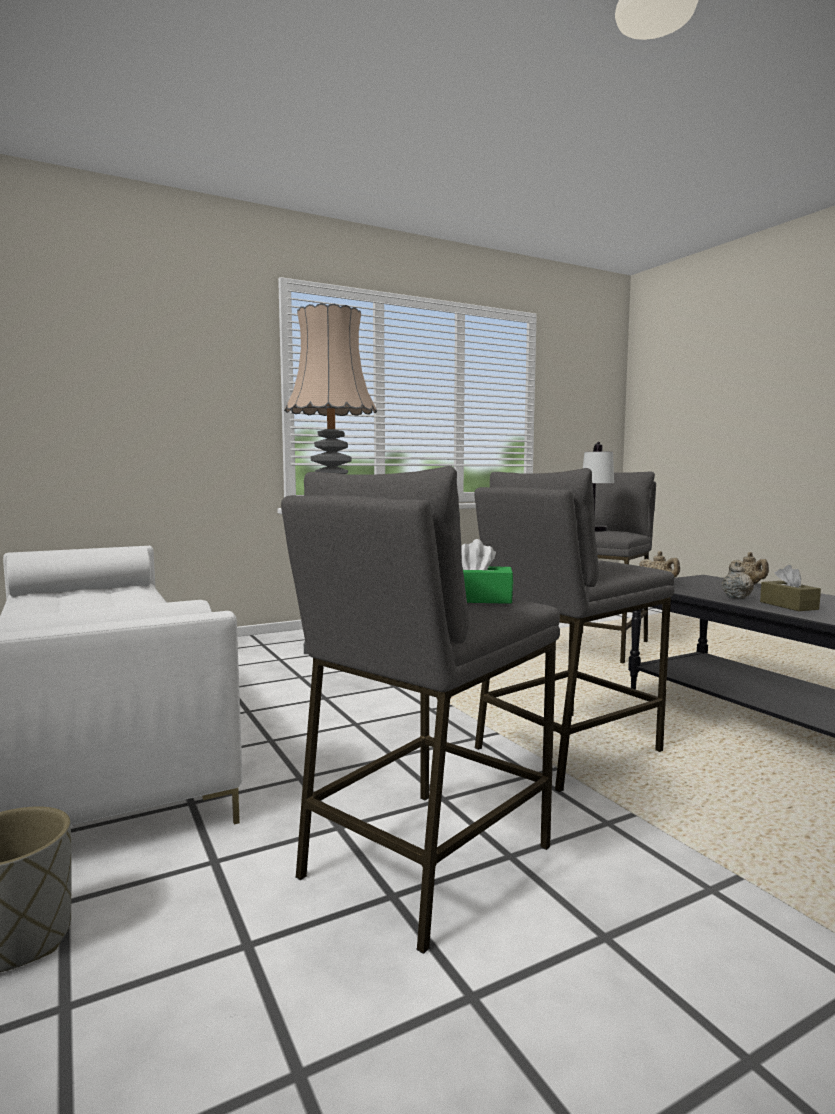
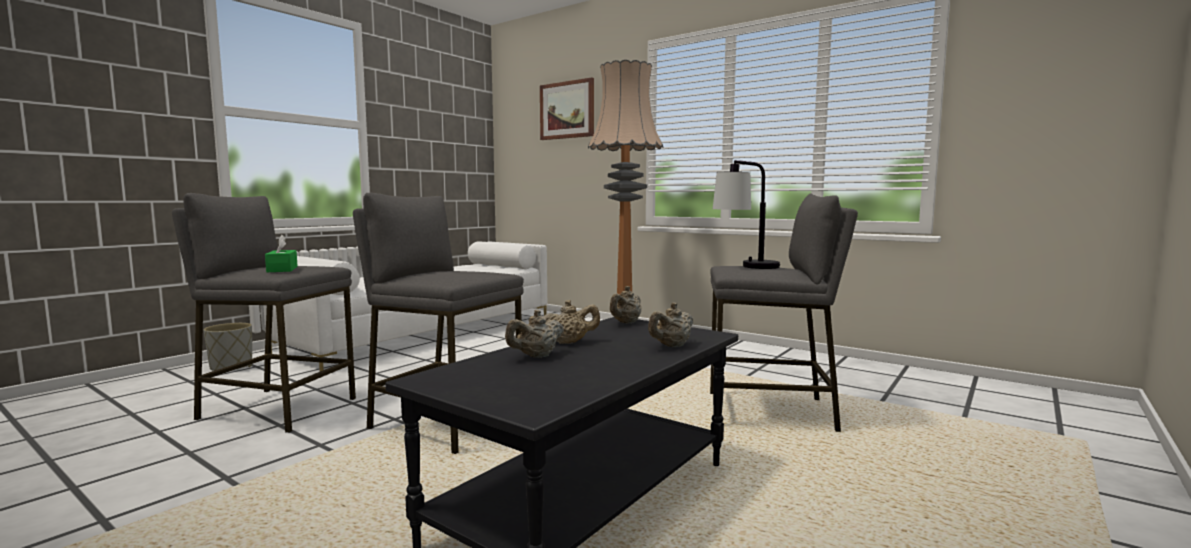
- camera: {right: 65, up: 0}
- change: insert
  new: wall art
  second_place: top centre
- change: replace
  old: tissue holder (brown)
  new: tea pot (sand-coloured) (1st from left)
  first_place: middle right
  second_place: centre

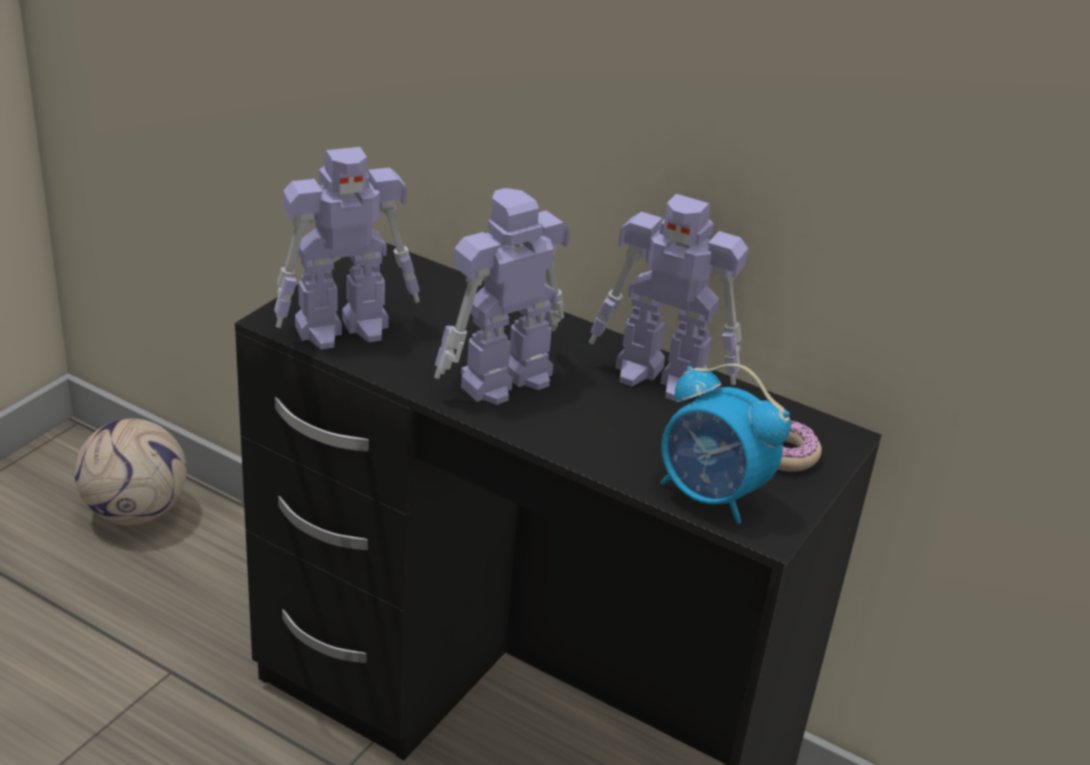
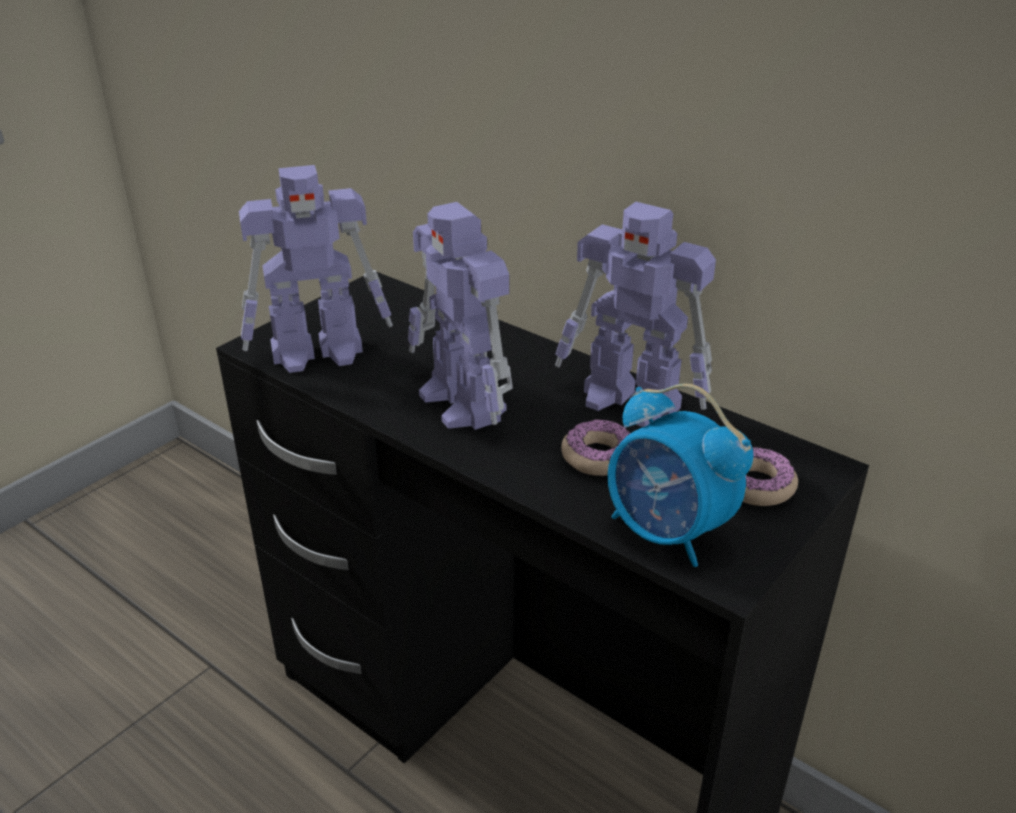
- camera: {right: 10, up: 0}
- change: delete
  old: football ball
  first_place: middle left
- change: insert
  new: doughnut (1st from left)
  second_place: centre
- change: rotate
  old: toy robot (2nd from left)
  first_place: centre
  second_place: centre
  degrees: -90

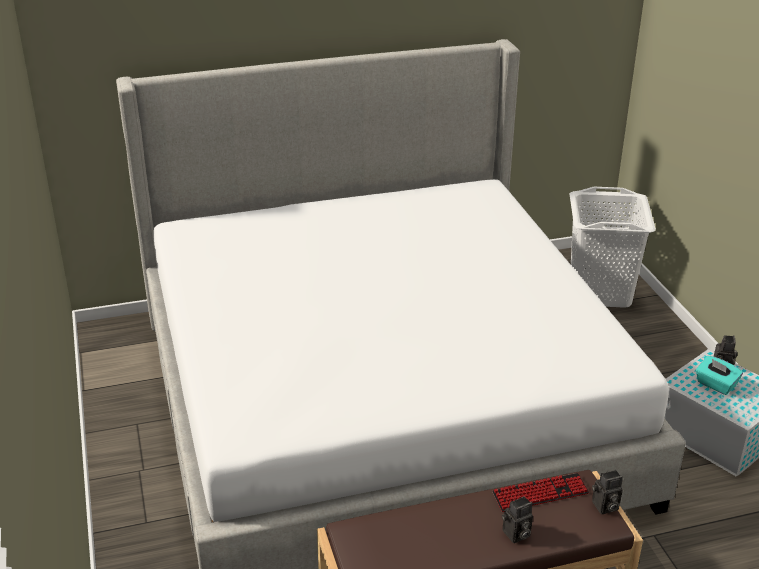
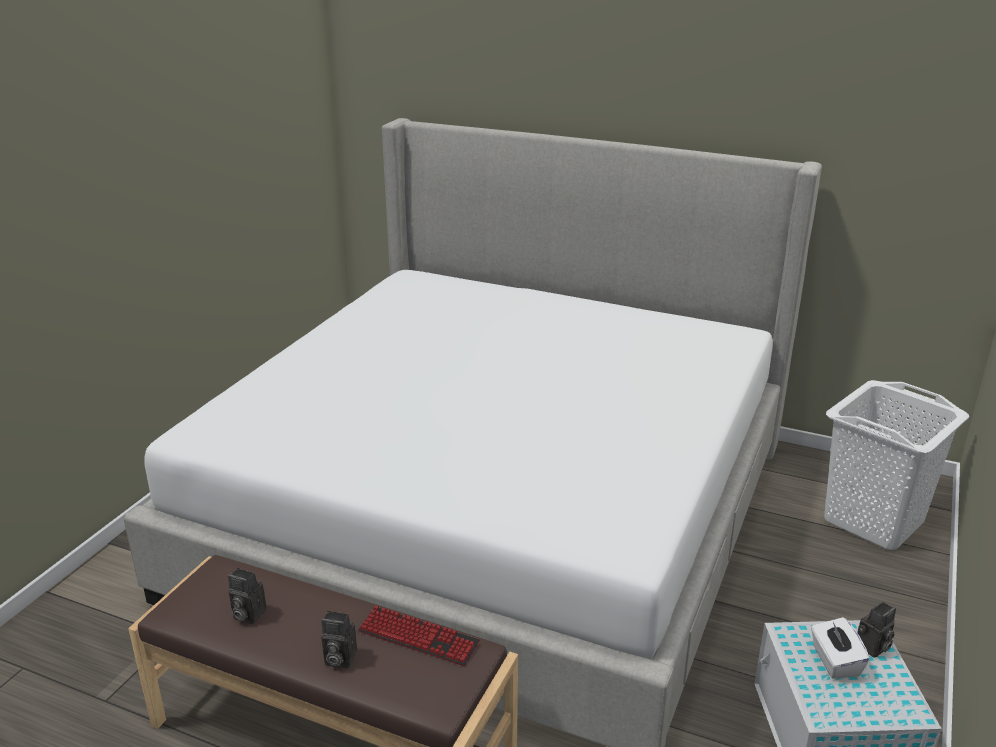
- camera: {right: 40, up: -5}
- change: move
  old: still camera (2nd from left in the first image)
  new: still camera (1st from left)
  first_place: bottom right
  second_place: bottom left
- change: recolor
  old: tissue holder (blue-green)
  new: tissue holder (whitish)
  first_place: middle right
  second_place: bottom right

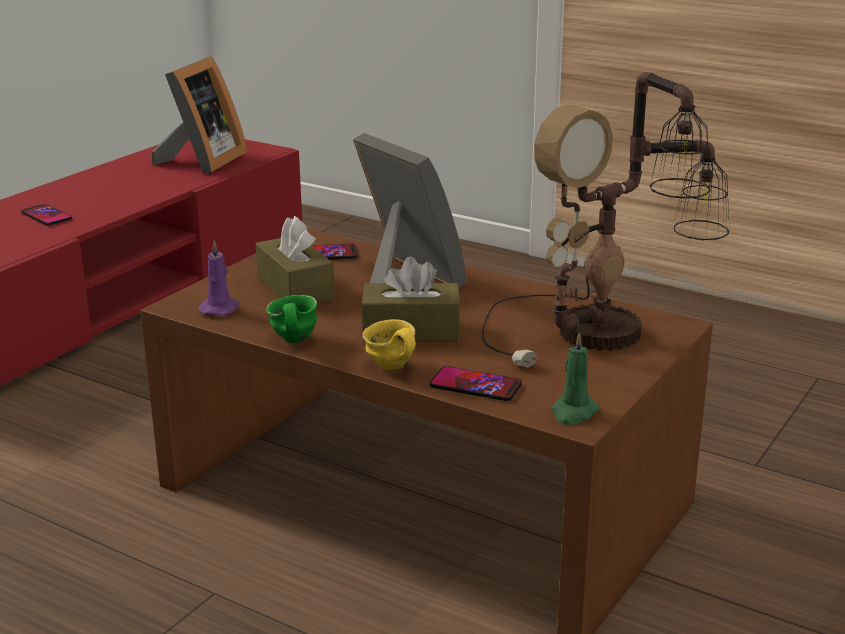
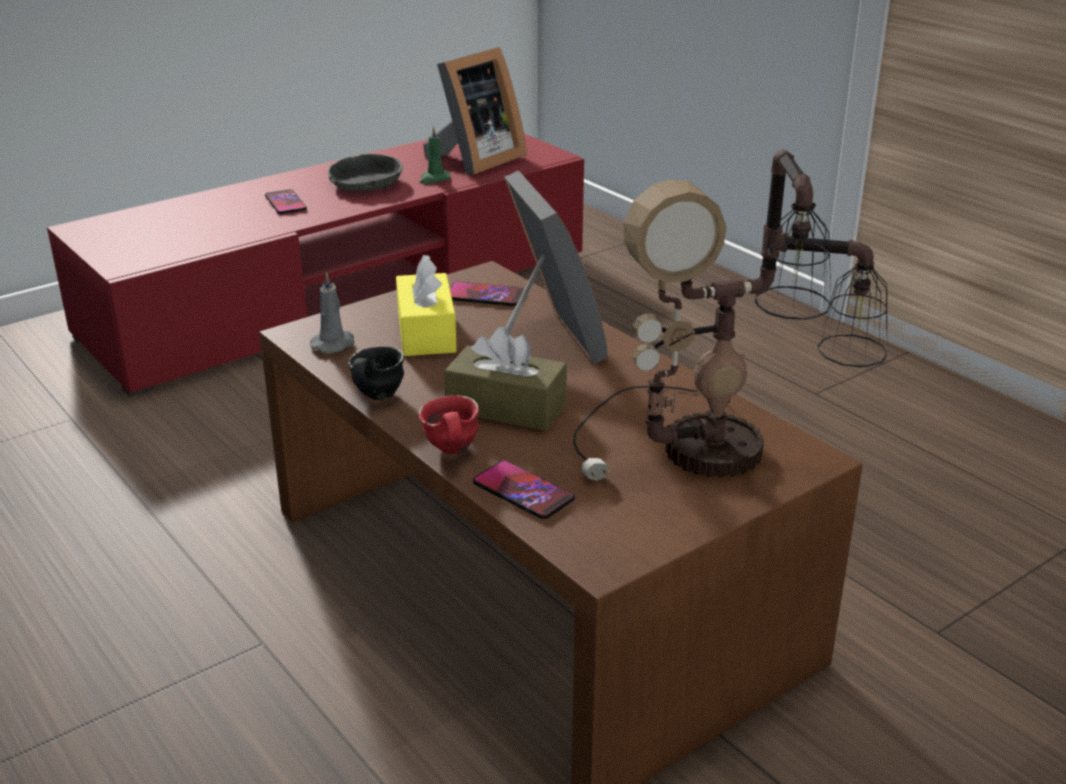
- camera: {right: 20, up: 5}
- change: insert
  new: serving bowl (gray)
  second_place: top centre
- change: move
  old: wax candle (green)
  first_place: middle right
  second_place: top centre
- change: recolor
  old: wax candle (purplish)
  new: wax candle (gray)
  first_place: middle left
  second_place: middle left
- change: recolor
  old: tissue holder (brown) (1st from left)
  new: tissue holder (yellowish)
  first_place: centre
  second_place: centre
- change: recolor
  old: mug (green)
  new: mug (blackish)
  first_place: centre
  second_place: centre
- change: recolor
  old: mug (yellowish)
  new: mug (red-coloured)
  first_place: centre
  second_place: centre

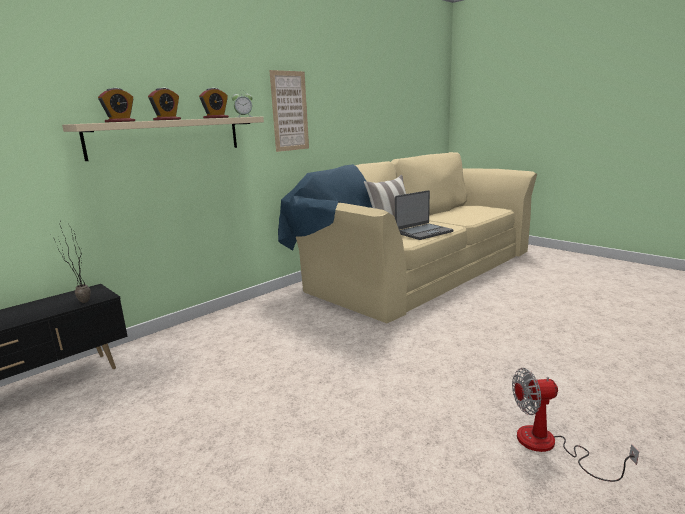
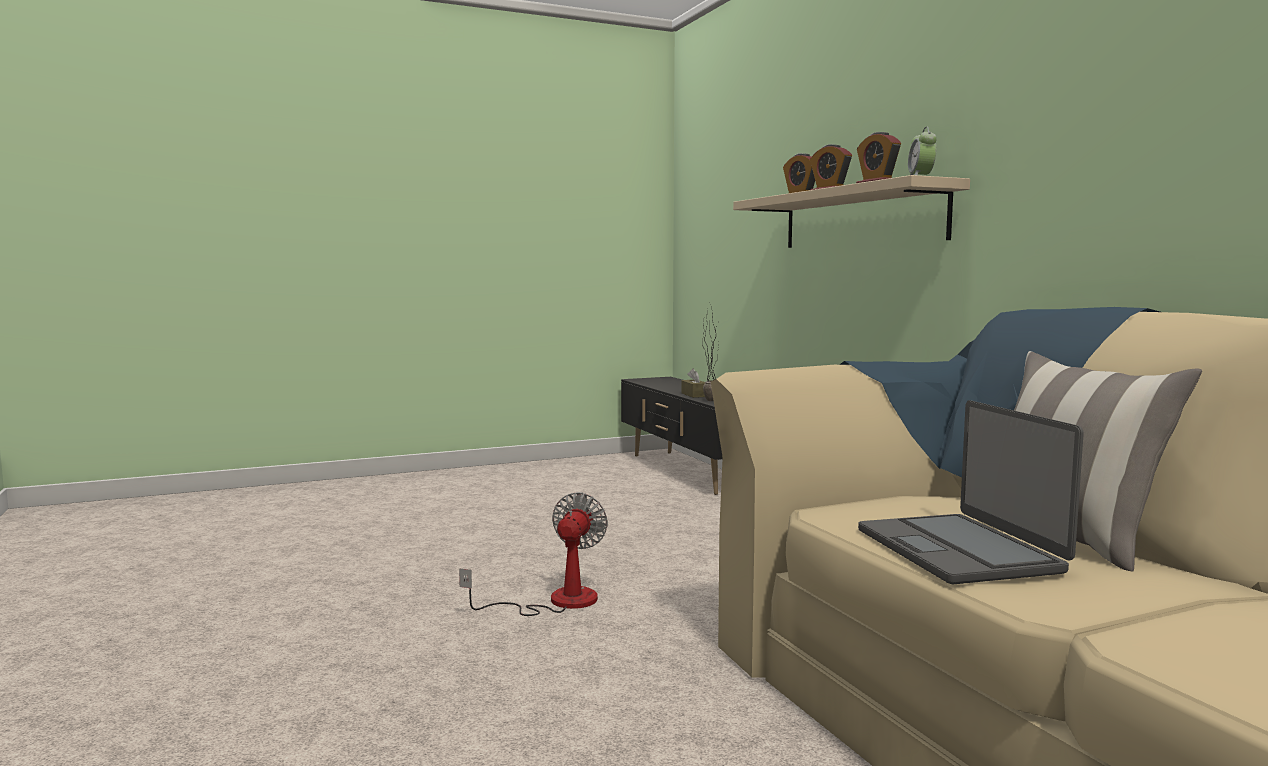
- camera: {right: 110, up: -10}
- change: delete
  old: wall art
  first_place: top centre
- change: insert
  new: tissue holder (brown)
  second_place: centre
- change: move
  old: electric fan
  first_place: bottom right
  second_place: bottom centre

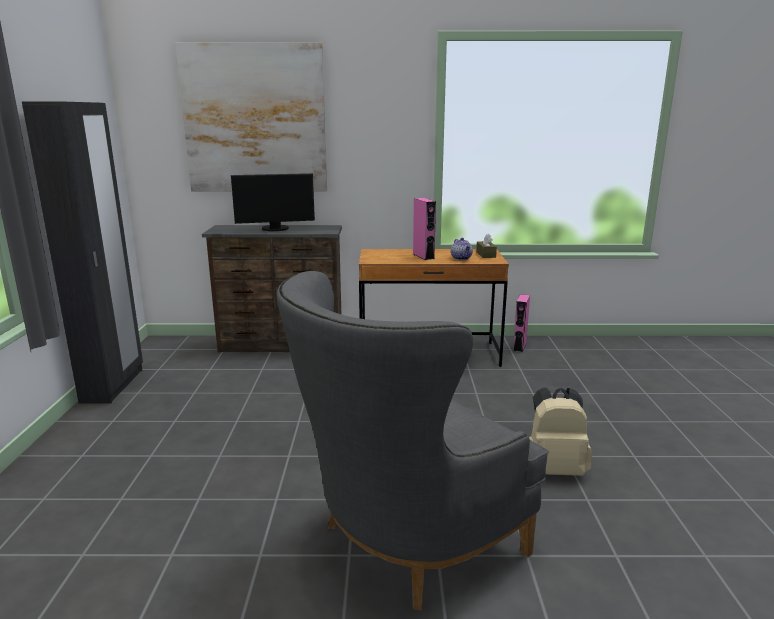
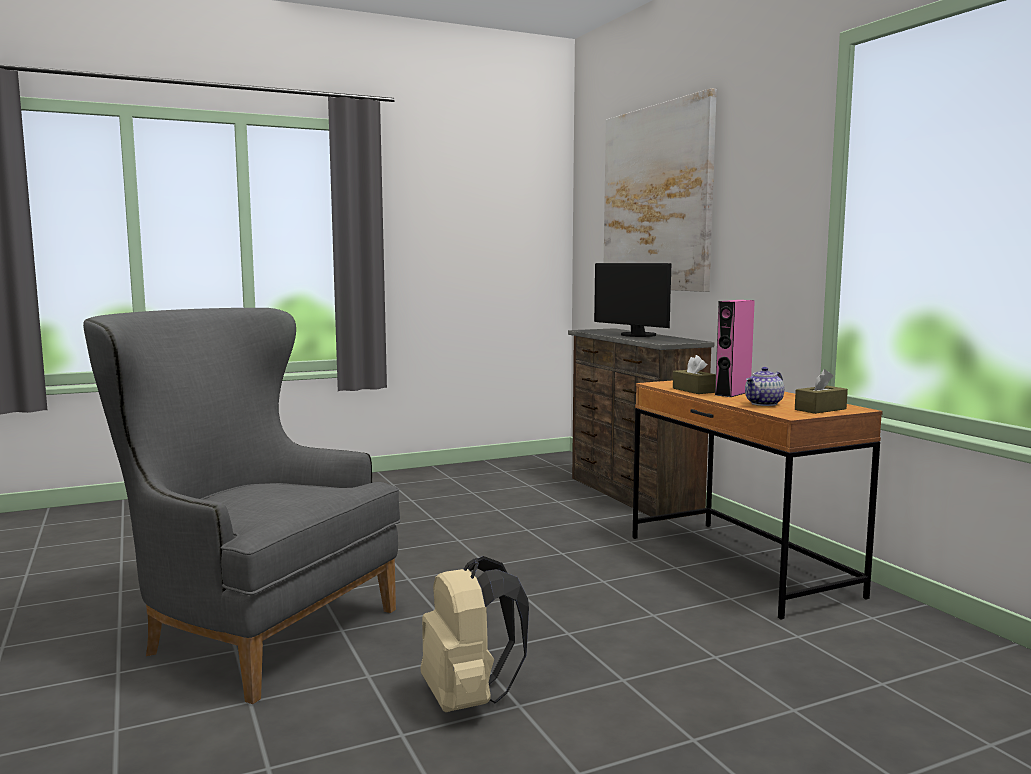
- camera: {right: 65, up: -10}
- change: delete
  old: clothes cupboard (blackish)
  first_place: middle left
- change: delete
  old: audio speaker (pink-coloured) (2nd from left)
  first_place: middle right
- change: insert
  new: tissue holder (brown) (1st from left)
  second_place: middle right

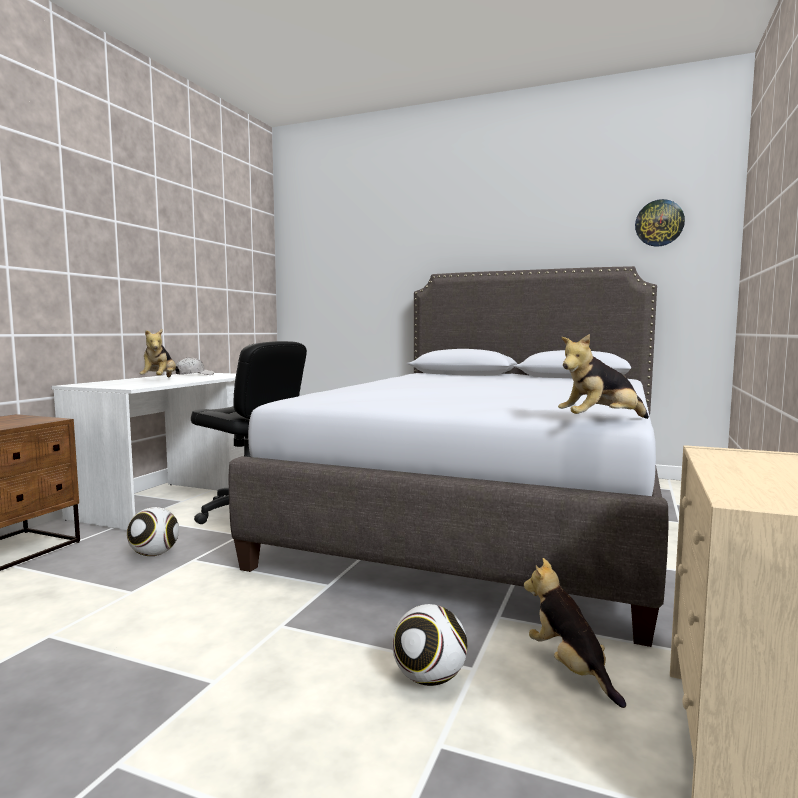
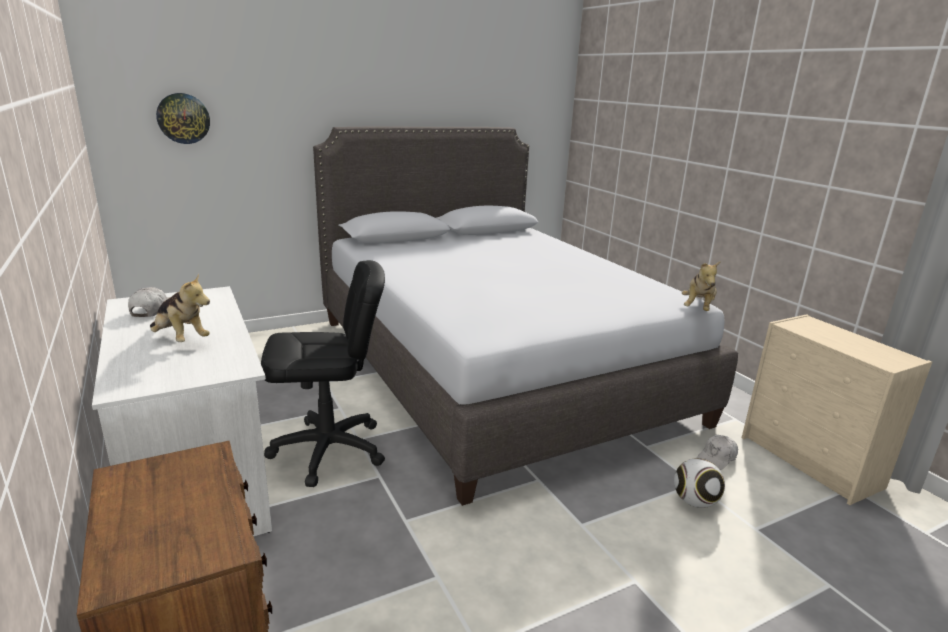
- camera: {right: -50, up: 15}
- change: delete
  old: football ball (1st from left)
  first_place: middle left
- change: move
  old: clock on the wall
  first_place: top right
  second_place: top left
- change: replace
  old: cuddly toy (2nd from left)
  new: peaked cap (whitish) (2nd from left)
  first_place: bottom right
  second_place: bottom right

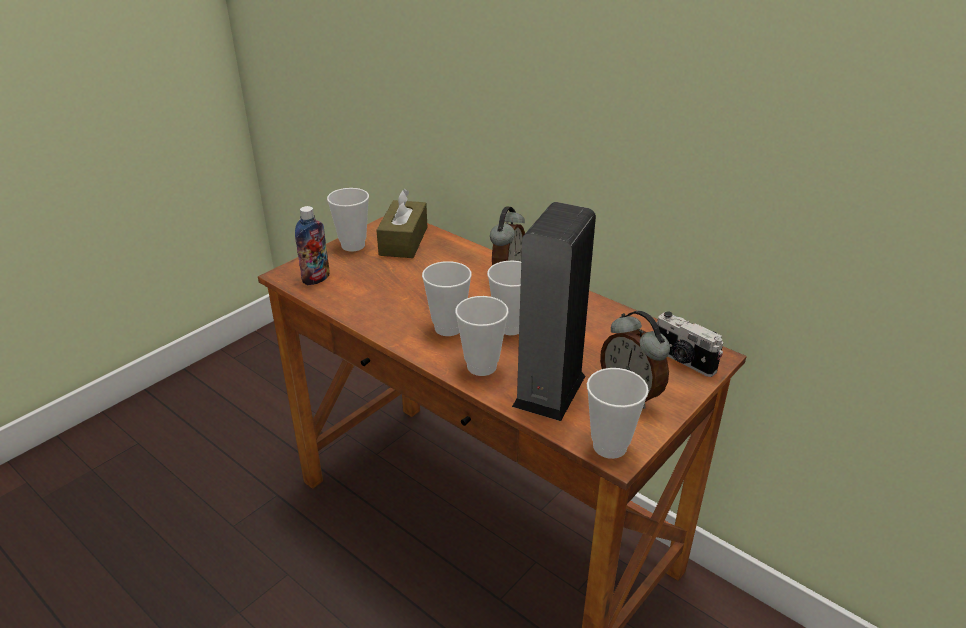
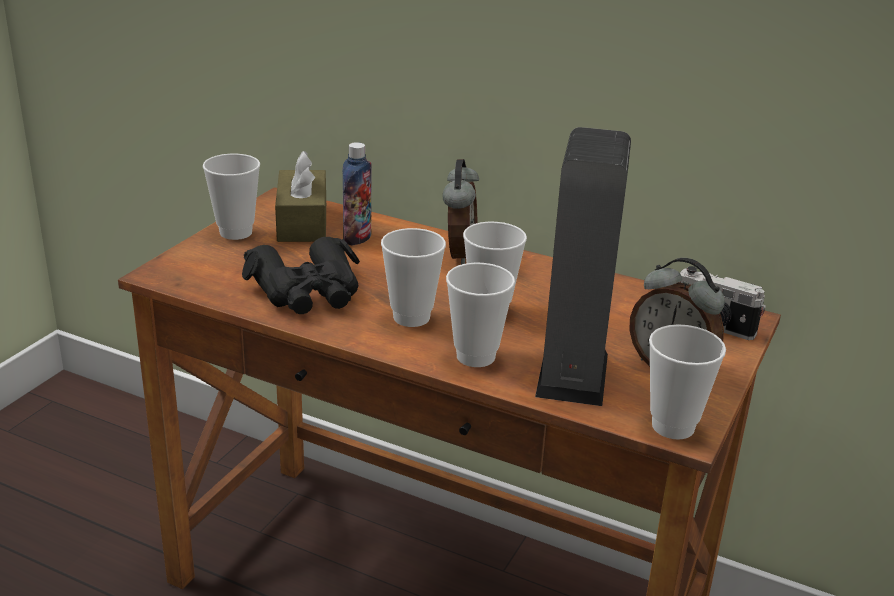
- camera: {right: -15, up: -5}
- change: insert
  new: binoculars (blackish)
  second_place: centre
- change: move
  old: bottle
  first_place: middle left
  second_place: top centre

